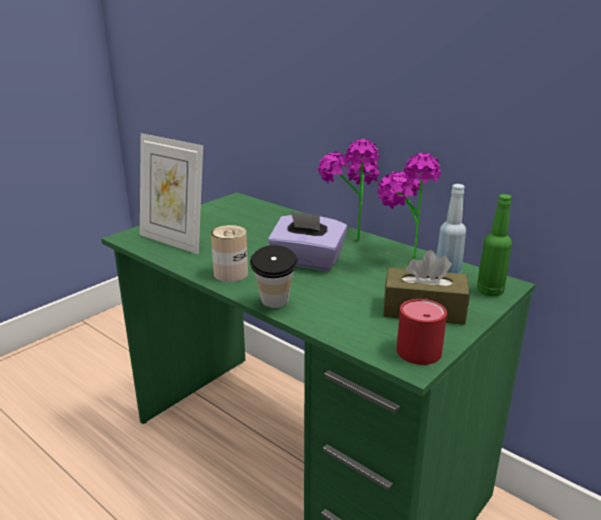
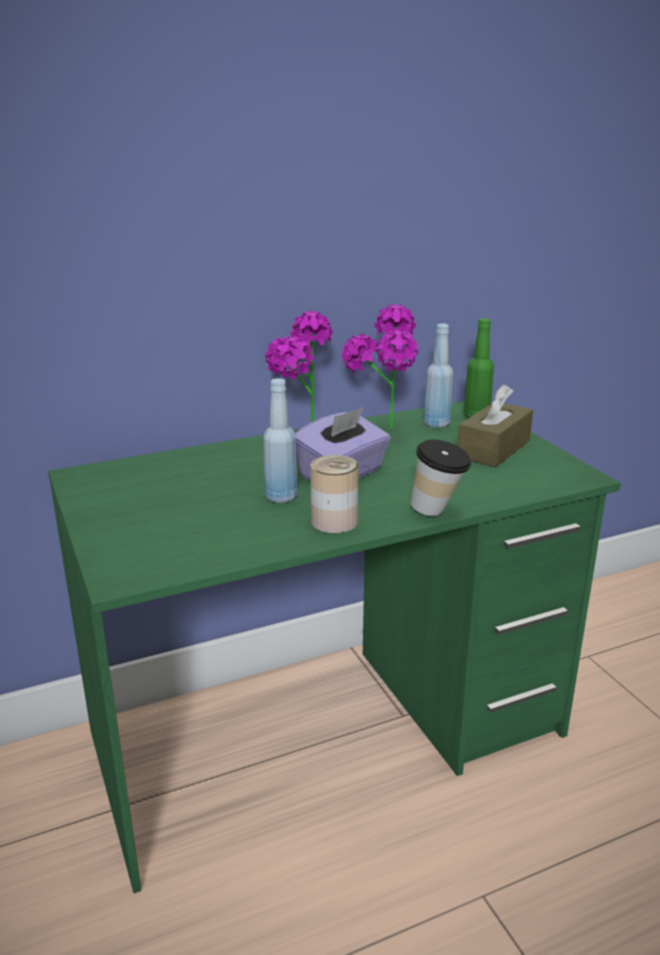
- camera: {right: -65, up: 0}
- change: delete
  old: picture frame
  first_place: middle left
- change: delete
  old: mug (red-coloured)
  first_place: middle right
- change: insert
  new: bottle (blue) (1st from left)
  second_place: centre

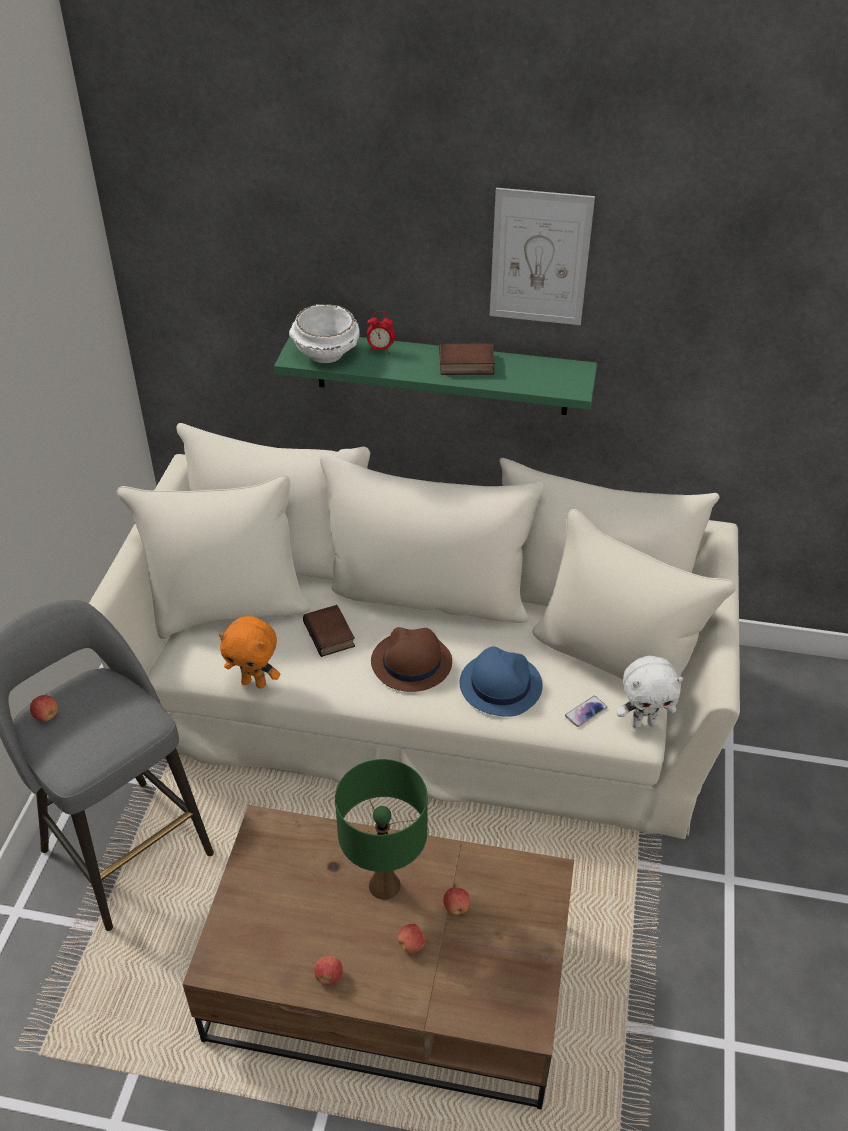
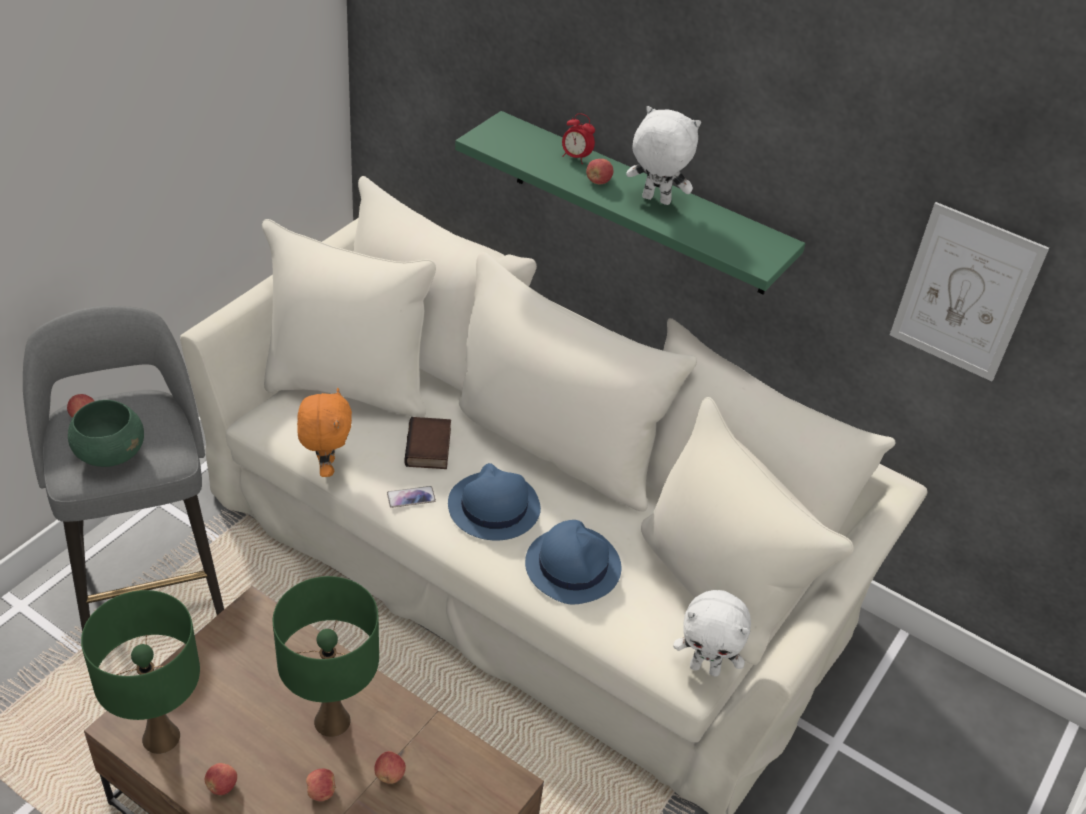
- camera: {right: 20, up: 0}
- change: delete
  old: serving bowl (whitish)
  first_place: top centre
- change: insert
  new: serving bowl (green)
  second_place: middle left
- change: insert
  new: tabletop lamp (green) (1st from left)
  second_place: bottom left
- change: insert
  new: whole apple (5th from left)
  second_place: top centre
- change: move
  old: wall art
  first_place: top centre
  second_place: middle right
- change: move
  old: telephone
  first_place: middle right
  second_place: centre
- change: replace
  old: bound book (2nd from left)
  new: cuddly toy (whitish) (1st from left)
  first_place: top centre
  second_place: top centre
- change: recolor
  old: wearable hat (brown)
  new: wearable hat (blue) (1st from left)
  first_place: centre
  second_place: centre
- change: rotate
  old: cuddly toy (orange)
  first_place: middle left
  second_place: middle left
  degrees: -135

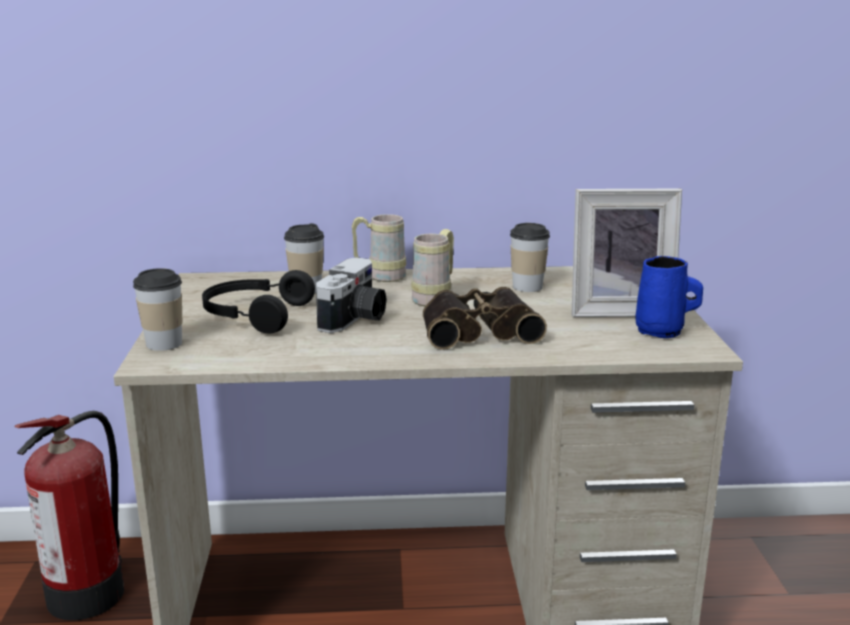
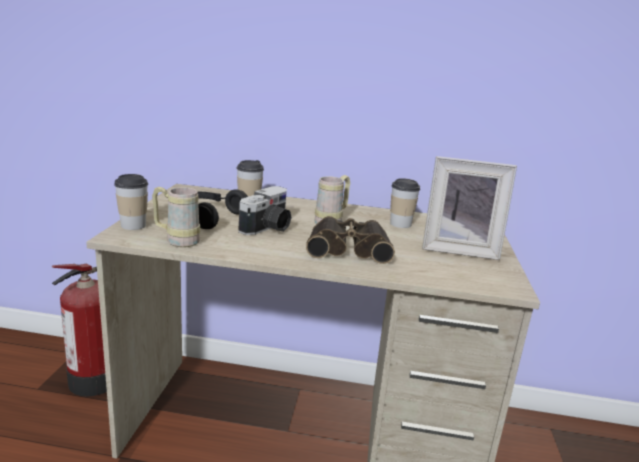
- camera: {right: 10, up: 0}
- change: delete
  old: mug (blue)
  first_place: middle right
- change: move
  old: mug (sand-coloured) (1st from left)
  first_place: centre
  second_place: middle left

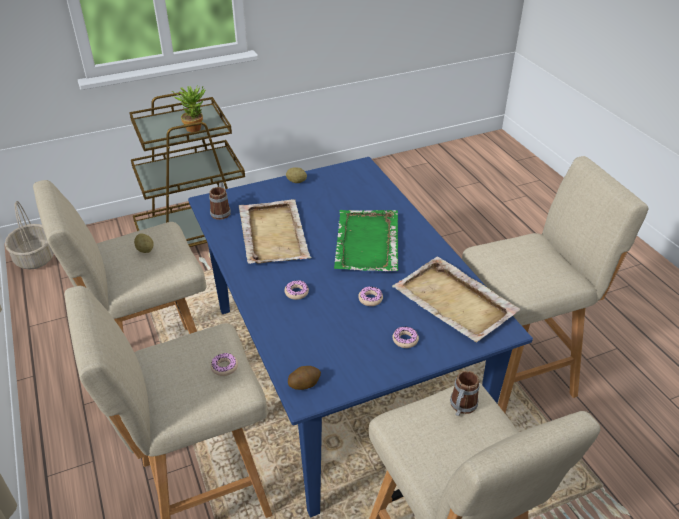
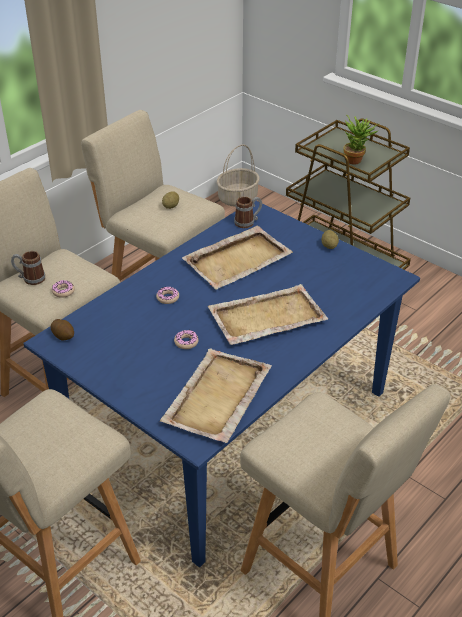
- camera: {right: 65, up: 0}
- change: delete
  old: doughnut (4th from left)
  first_place: centre
- change: move
  old: mug (2nd from left in the first image)
  new: mug (1st from left)
  first_place: bottom right
  second_place: middle left
- change: recolor
  old: carrying tray (green)
  new: carrying tray (sand-coloured) (3rd from left)
  first_place: centre
  second_place: centre

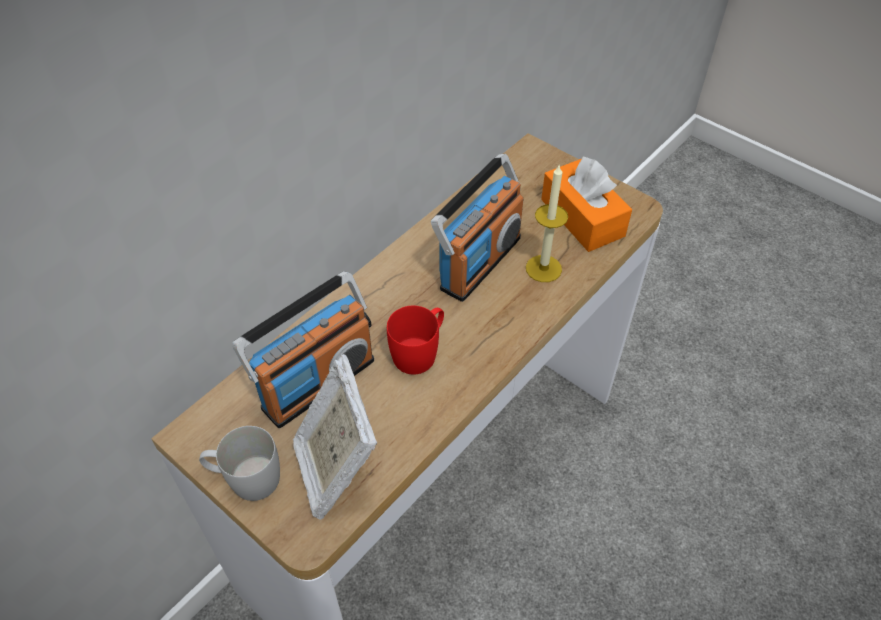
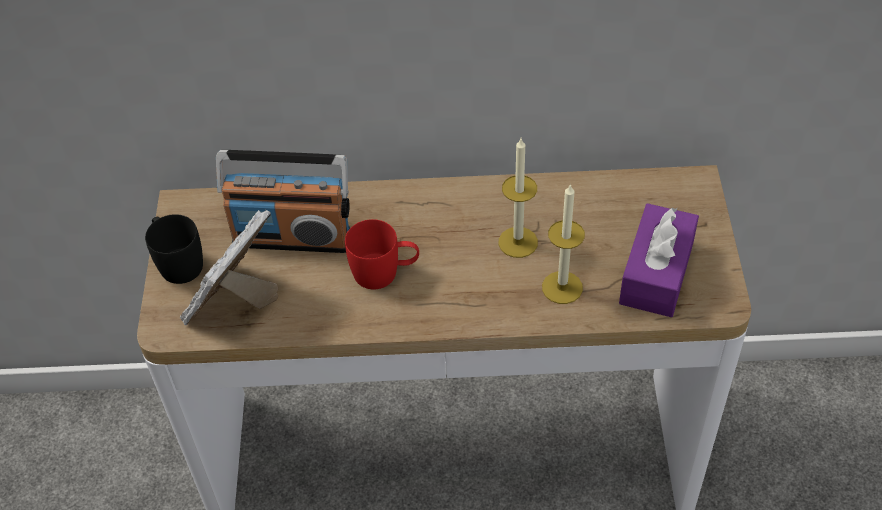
- camera: {right: 50, up: 0}
- change: replace
  old: radio (2nd from left)
  new: wax candle (1st from left)
  first_place: centre
  second_place: centre
- change: recolor
  old: mug (whitish)
  new: mug (blackish)
  first_place: bottom left
  second_place: middle left
- change: recolor
  old: tissue holder (orange)
  new: tissue holder (purplish)
  first_place: top centre
  second_place: middle right

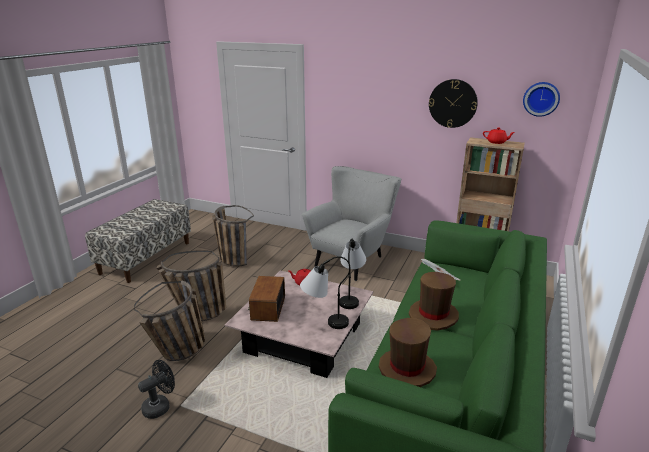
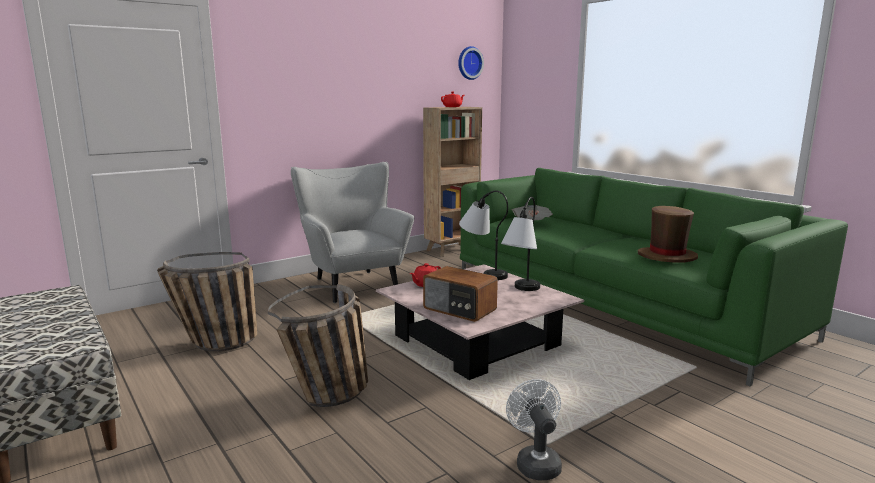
- camera: {right: -60, up: -10}
- change: delete
  old: basket (1st from left)
  first_place: bottom left
- change: delete
  old: wearable hat (brown) (2nd from left)
  first_place: middle right
- change: delete
  old: clock on the wall (1st from left)
  first_place: top right
- change: recolor
  old: electric fan (blackish)
  new: electric fan (whitish)
  first_place: bottom left
  second_place: bottom centre

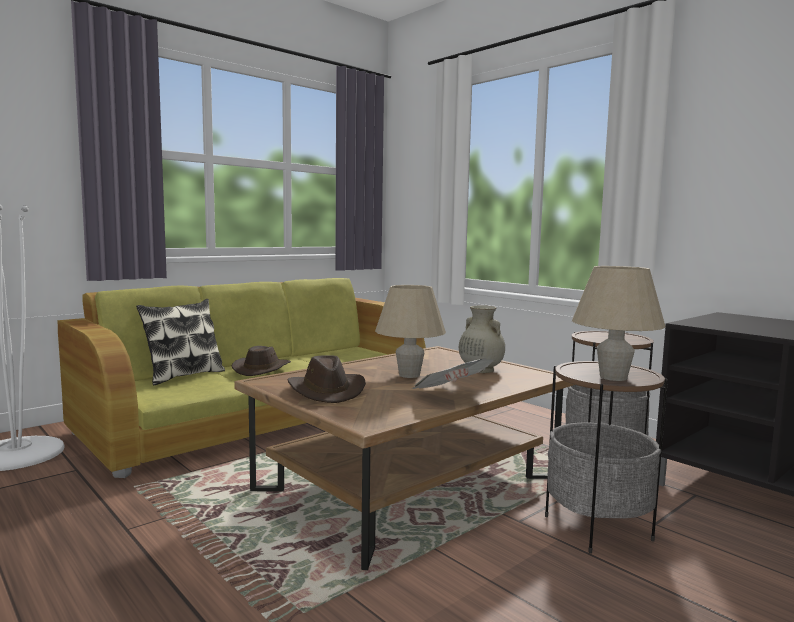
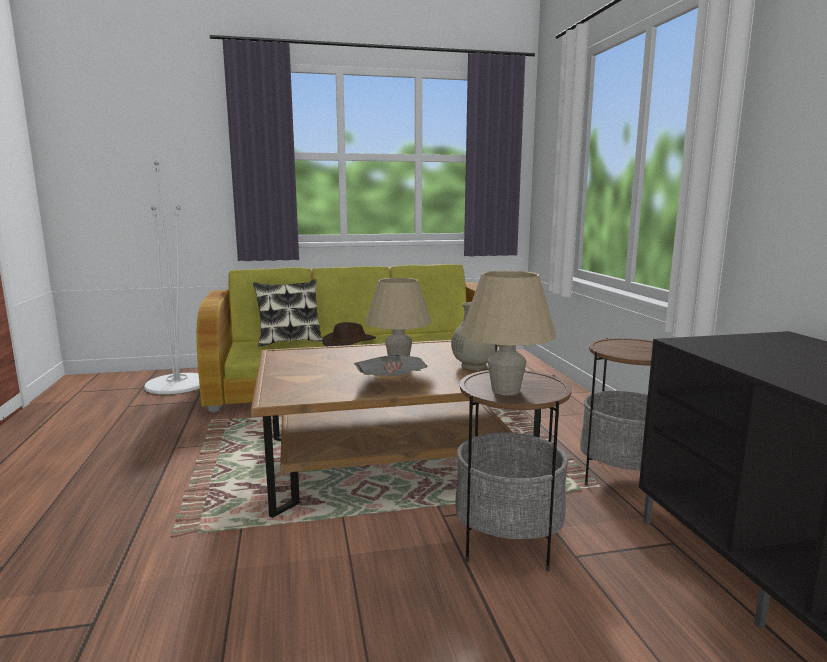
- camera: {right: 30, up: 5}
- change: delete
  old: wearable hat (brown) (2nd from left)
  first_place: centre

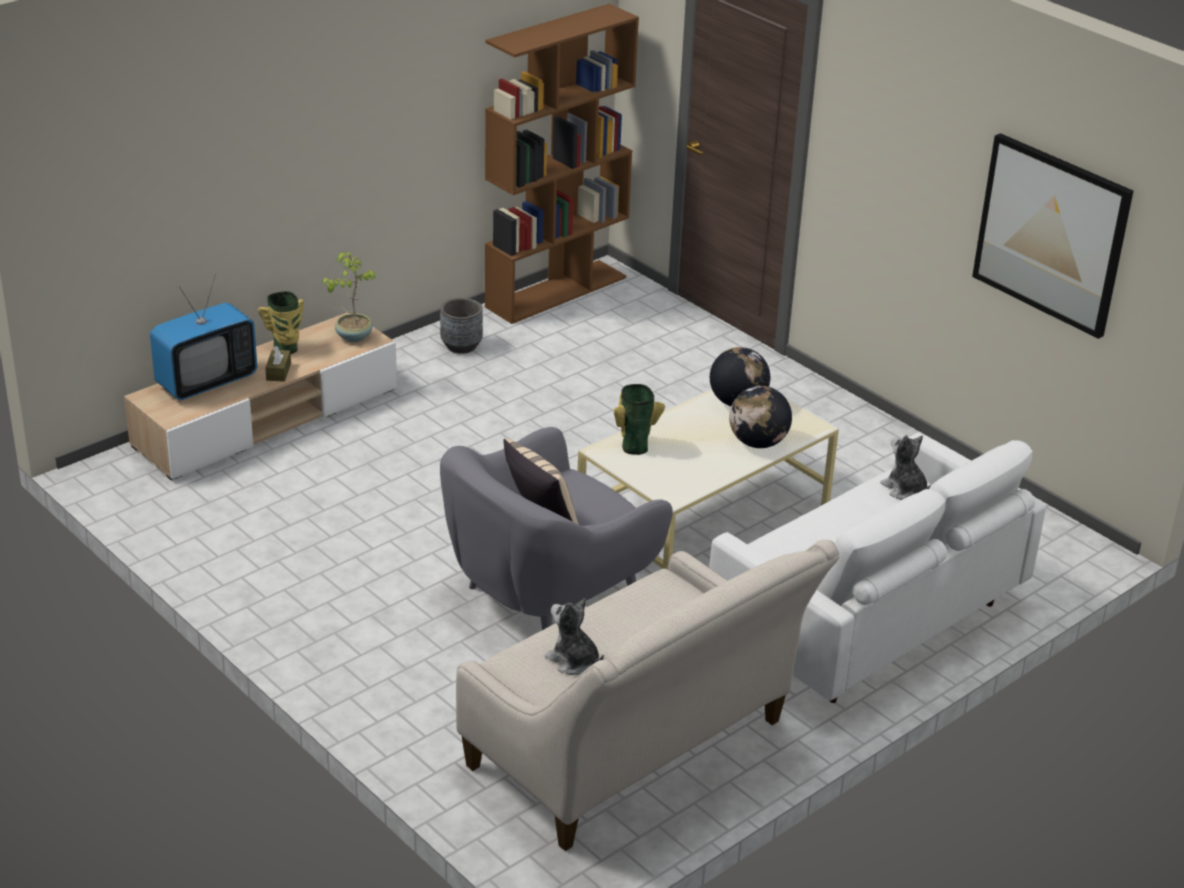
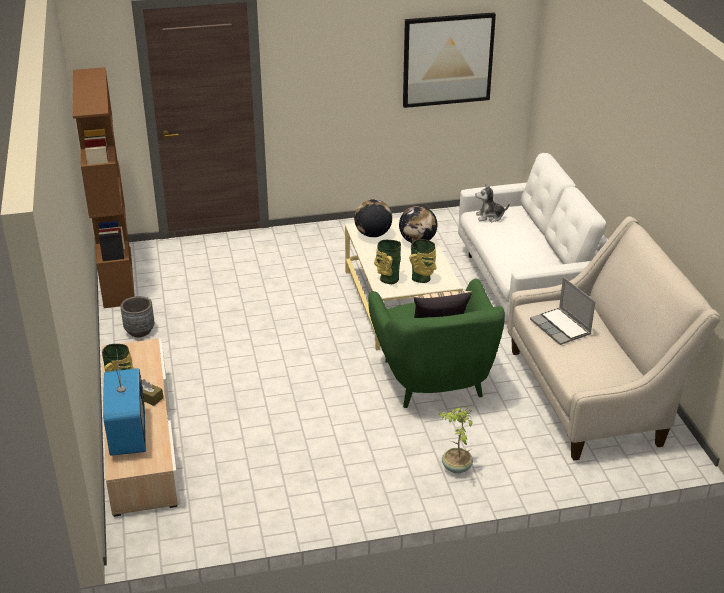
- camera: {right: -60, up: 0}
- change: delete
  old: cuddly toy (1st from left)
  first_place: bottom centre
- change: insert
  new: vase (3rd from left)
  second_place: centre
- change: insert
  new: notebook computer
  second_place: middle right
- change: move
  old: potted plant
  first_place: middle left
  second_place: bottom centre
- change: recolor
  old: armchair (gray)
  new: armchair (green)
  first_place: centre
  second_place: centre

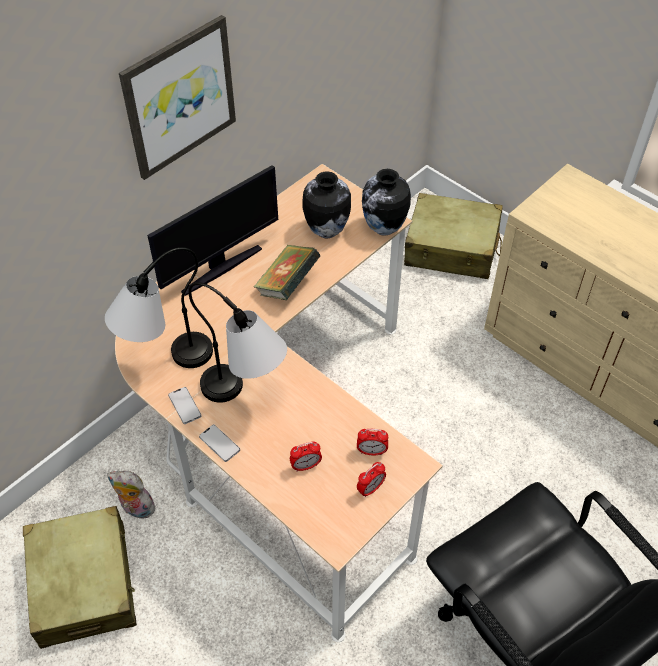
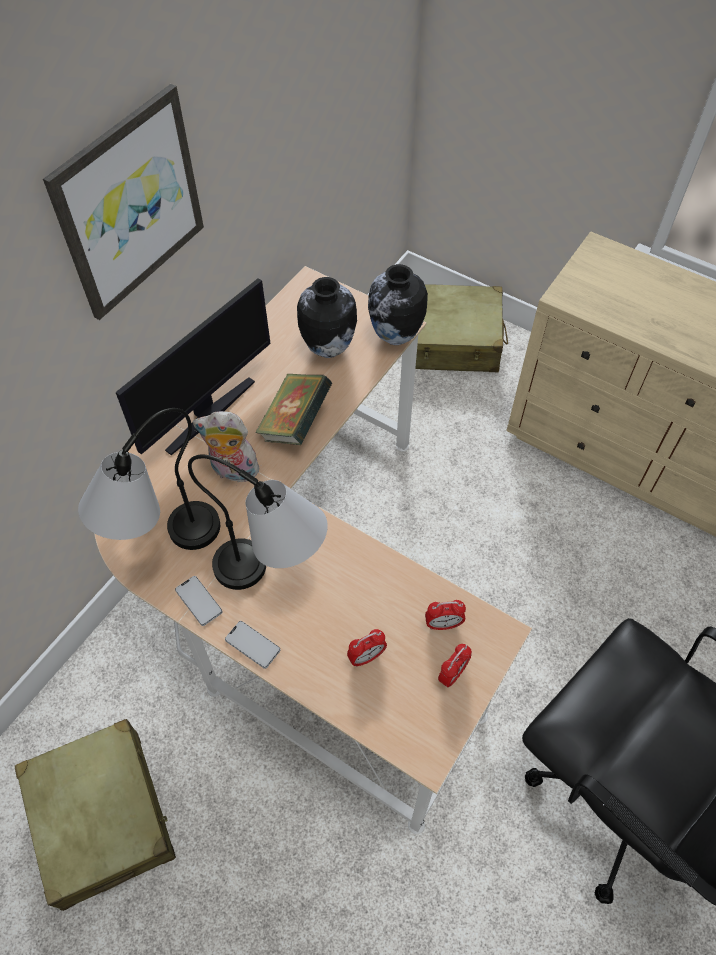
- camera: {right: -10, up: 5}
- change: move
  old: cuddly toy
  first_place: bottom left
  second_place: middle left

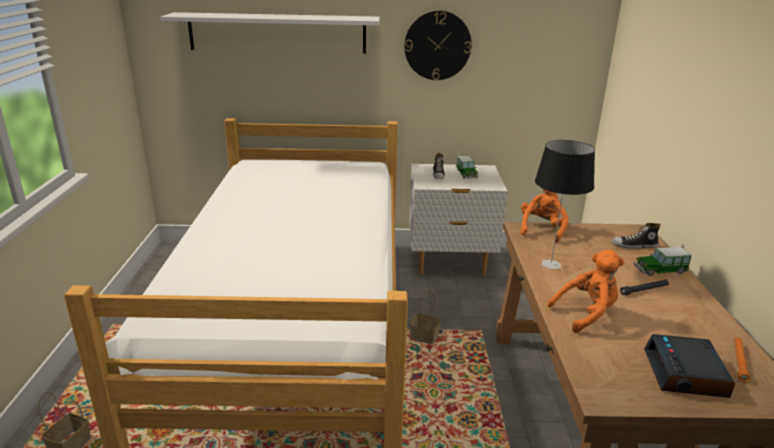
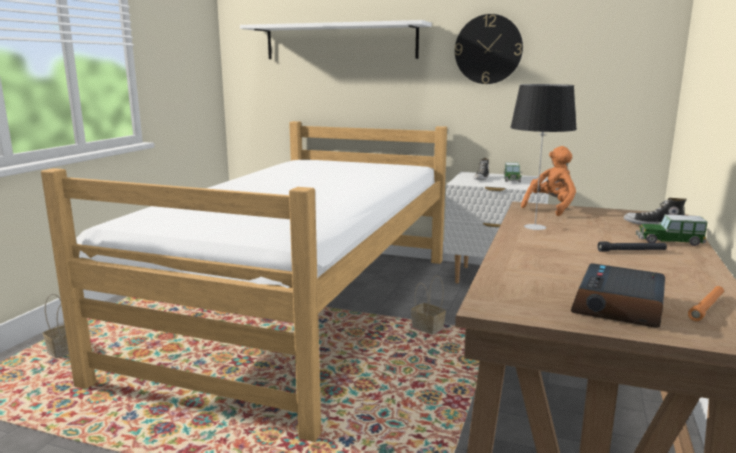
- camera: {right: 20, up: -10}
- change: delete
  old: cuddly toy (orange) (2nd from left)
  first_place: middle right

